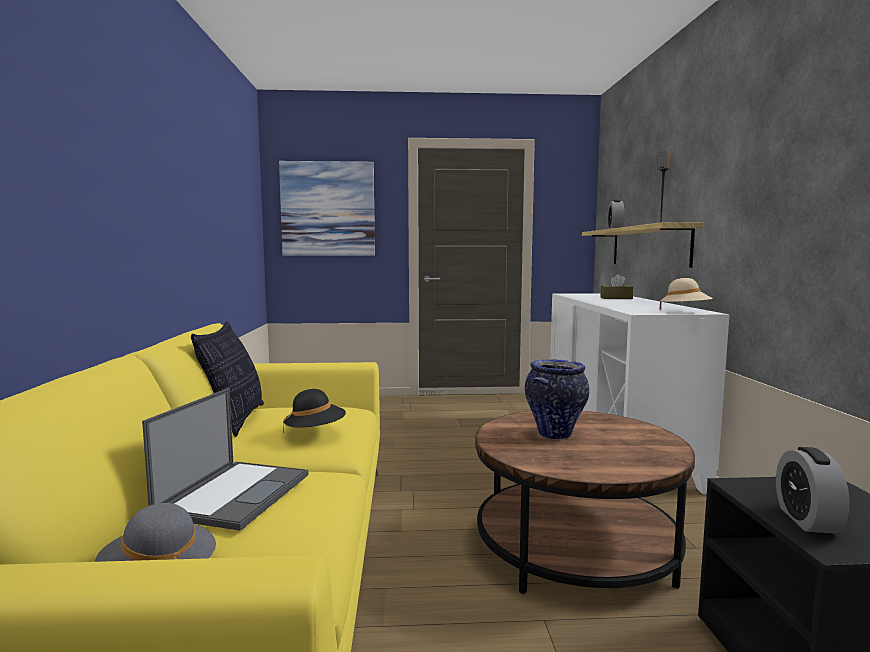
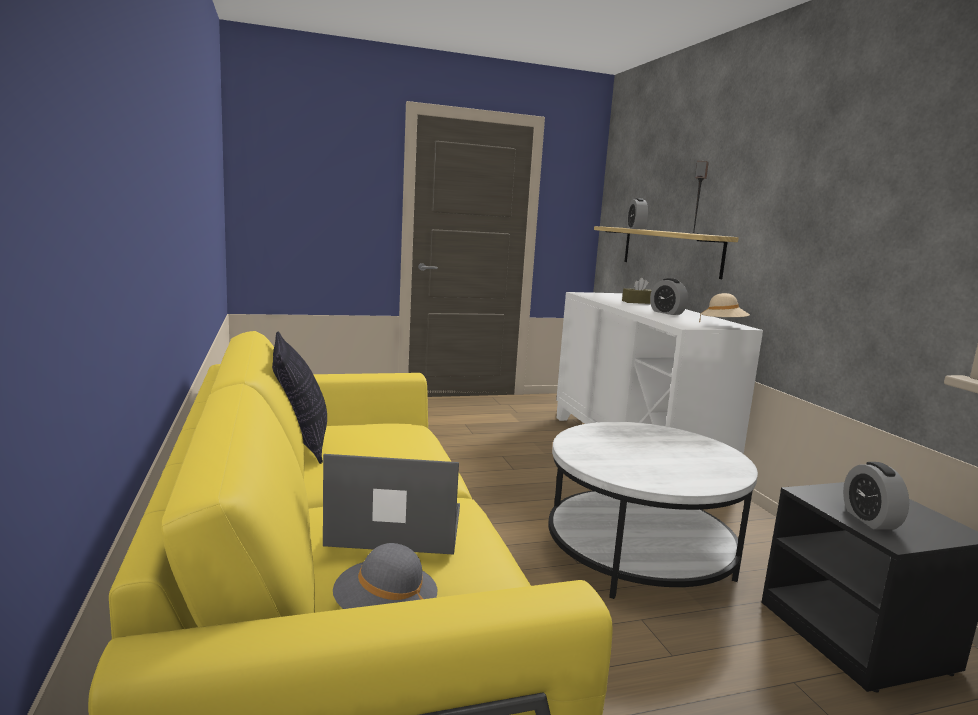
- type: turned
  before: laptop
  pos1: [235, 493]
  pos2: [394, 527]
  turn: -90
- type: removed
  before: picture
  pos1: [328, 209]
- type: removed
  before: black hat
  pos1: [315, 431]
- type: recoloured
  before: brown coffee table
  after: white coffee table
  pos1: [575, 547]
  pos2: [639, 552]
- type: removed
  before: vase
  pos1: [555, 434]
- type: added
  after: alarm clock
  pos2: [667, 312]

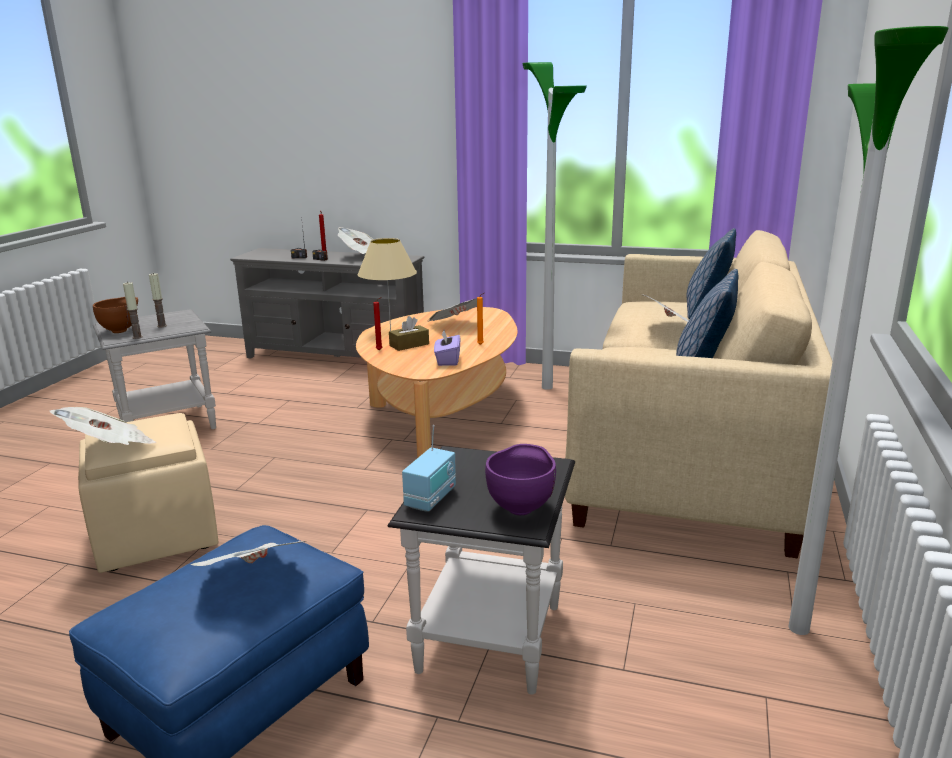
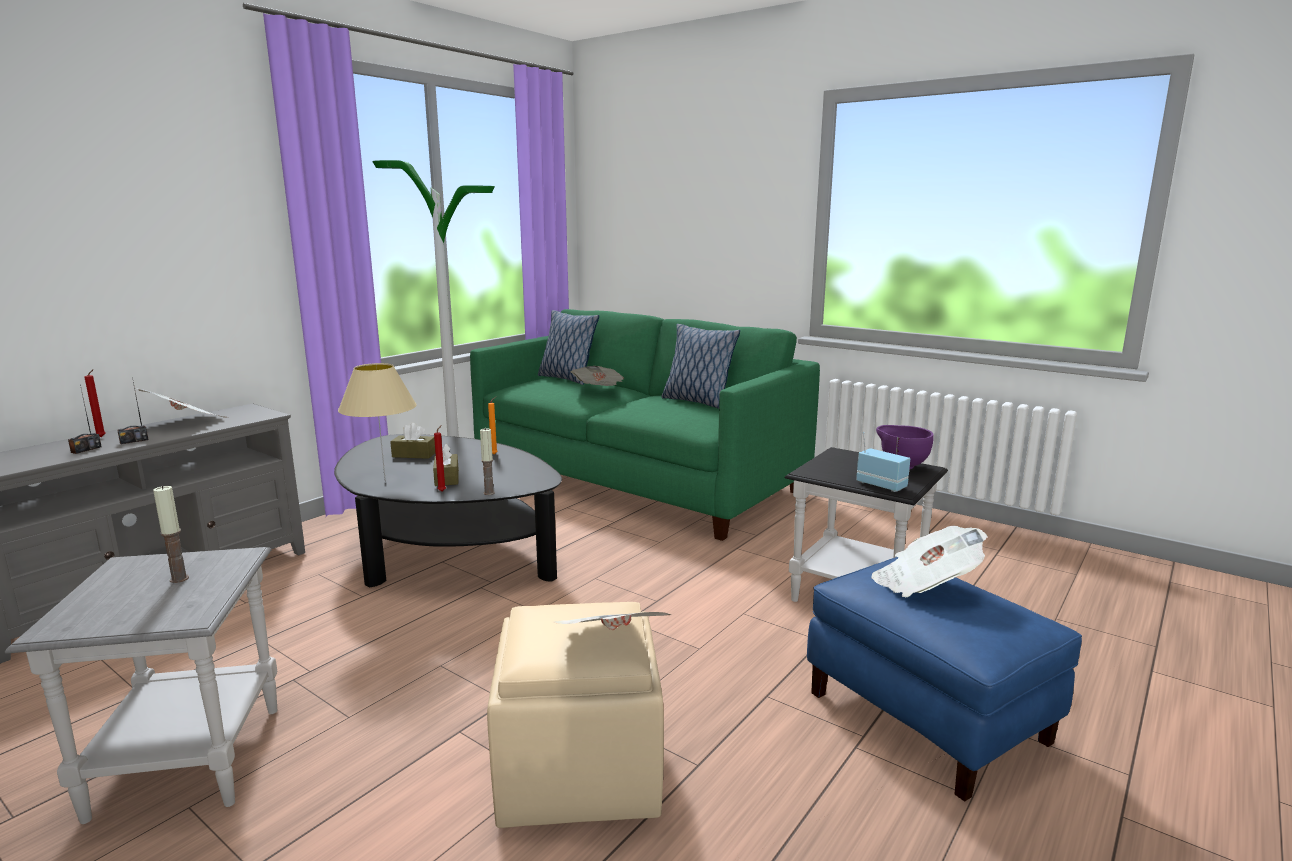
- type: removed
  before: brown bowl
  pos1: [121, 330]
- type: moved
  before: candle
  pos1: [137, 337]
  pos2: [489, 493]
- type: recoloured
  before: beige coffee table
  after: black coffee table
  pos1: [442, 412]
  pos2: [447, 552]
- type: replaced
  before: newspaper
  after: brown tissue box
  pos1: [455, 325]
  pos2: [414, 454]
- type: removed
  before: purple tissue box
  pos1: [447, 360]
- type: recoloured
  before: beige sofa
  after: green sofa
  pos1: [690, 448]
  pos2: [637, 481]
- type: removed
  before: floor lamp
  pos1: [799, 628]

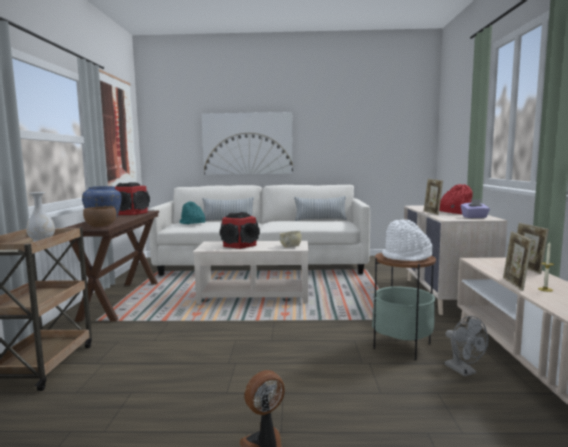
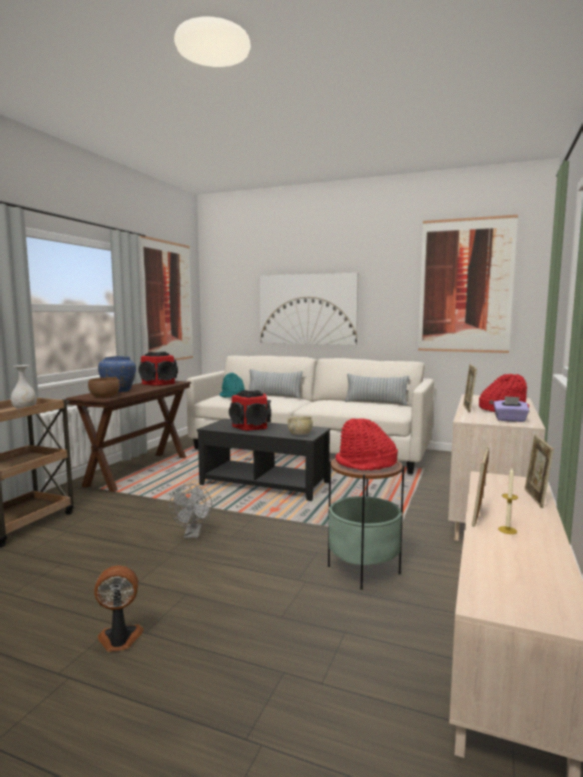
- type: recoloured
  before: beige coffee table
  after: black coffee table
  pos1: [254, 295]
  pos2: [264, 484]
- type: recoloured
  before: white hat
  after: red hat
  pos1: [407, 257]
  pos2: [365, 464]
- type: moved
  before: grey fan
  pos1: [464, 371]
  pos2: [192, 535]
- type: added
  after: picture
  pos2: [465, 286]

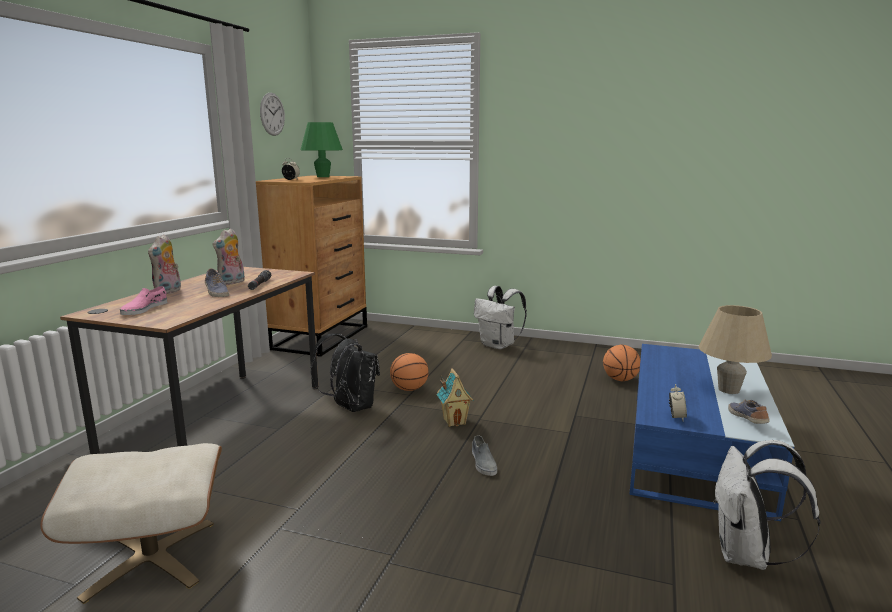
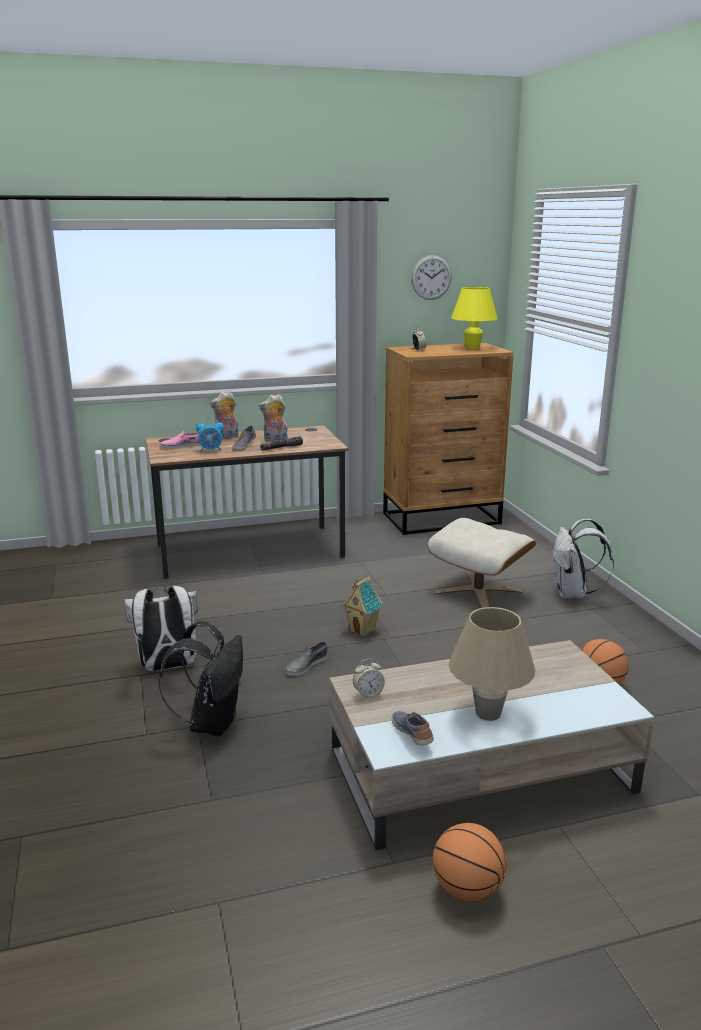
- type: moved
  before: beige ottoman
  pos1: [152, 558]
  pos2: [478, 592]
- type: recoloured
  before: green table lamp
  after: yellow table lamp
  pos1: [323, 177]
  pos2: [472, 348]
- type: moved
  before: black backpack
  pos1: [350, 407]
  pos2: [212, 723]
- type: moved
  before: basketball
  pos1: [409, 389]
  pos2: [467, 889]
- type: recoloured
  before: blue coffee table
  after: beige coffee table
  pos1: [695, 448]
  pos2: [480, 770]
- type: moved
  before: white backpack
  pos1: [747, 555]
  pos2: [167, 667]
- type: turned
  before: shoe
  pos1: [748, 419]
  pos2: [412, 734]
  turn: -75
- type: added
  after: alarm clock
  pos2: [211, 450]

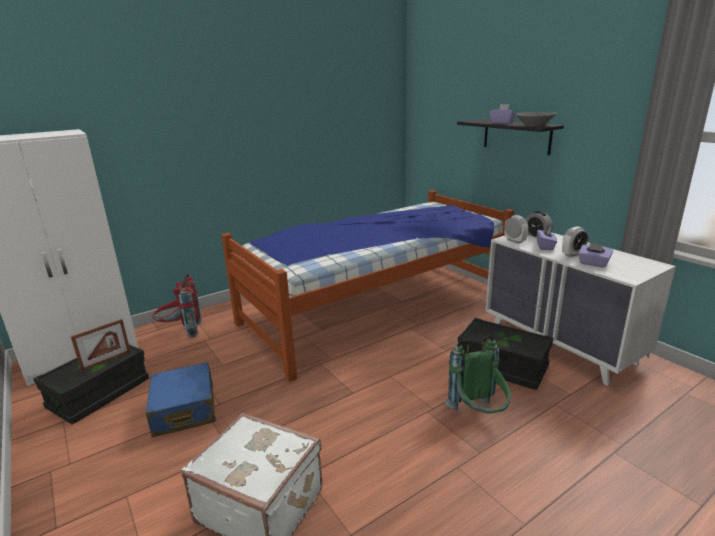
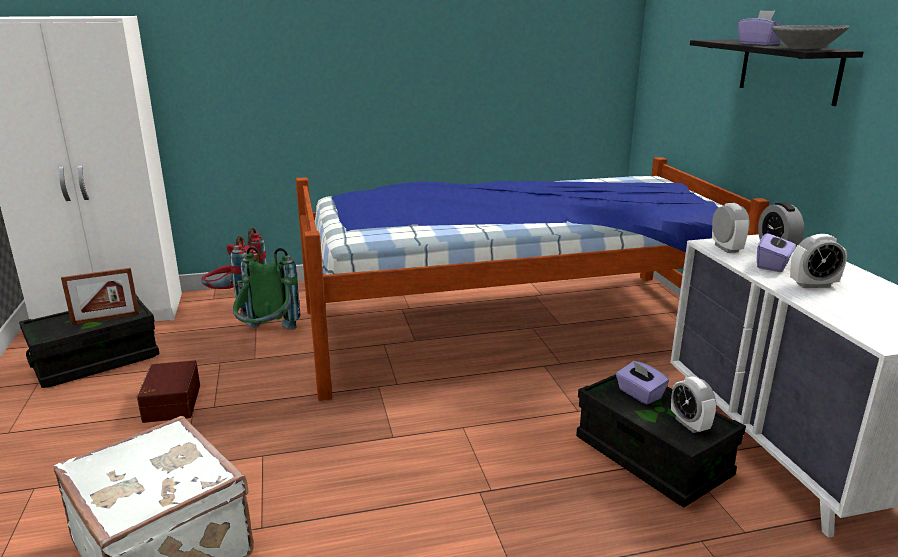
- type: replaced
  before: blue suitcase
  after: brown storage box
  pos1: [184, 409]
  pos2: [170, 403]
- type: moved
  before: green backpack
  pos1: [479, 415]
  pos2: [267, 336]
- type: moved
  before: purple tissue box
  pos1: [593, 263]
  pos2: [639, 394]
- type: added
  after: alarm clock
  pos2: [689, 424]

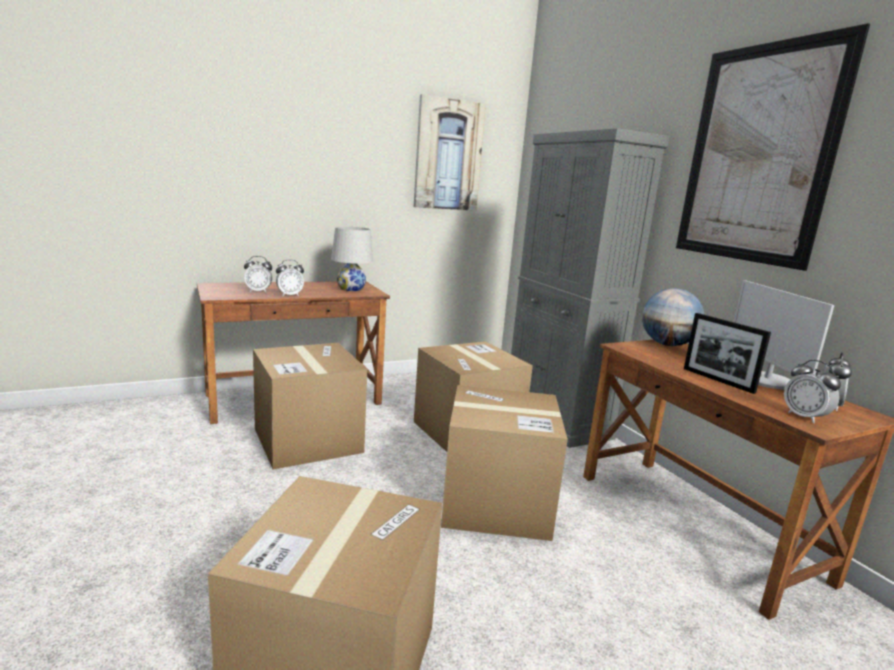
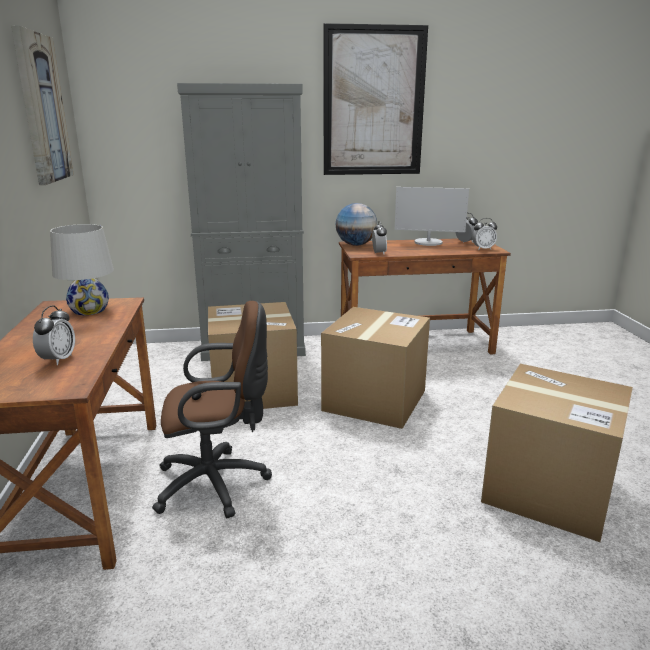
- type: replaced
  before: cardboard box
  after: brown office chair
  pos1: [308, 440]
  pos2: [218, 483]
- type: moved
  before: alarm clock
  pos1: [290, 295]
  pos2: [379, 253]
- type: removed
  before: picture frame
  pos1: [717, 380]

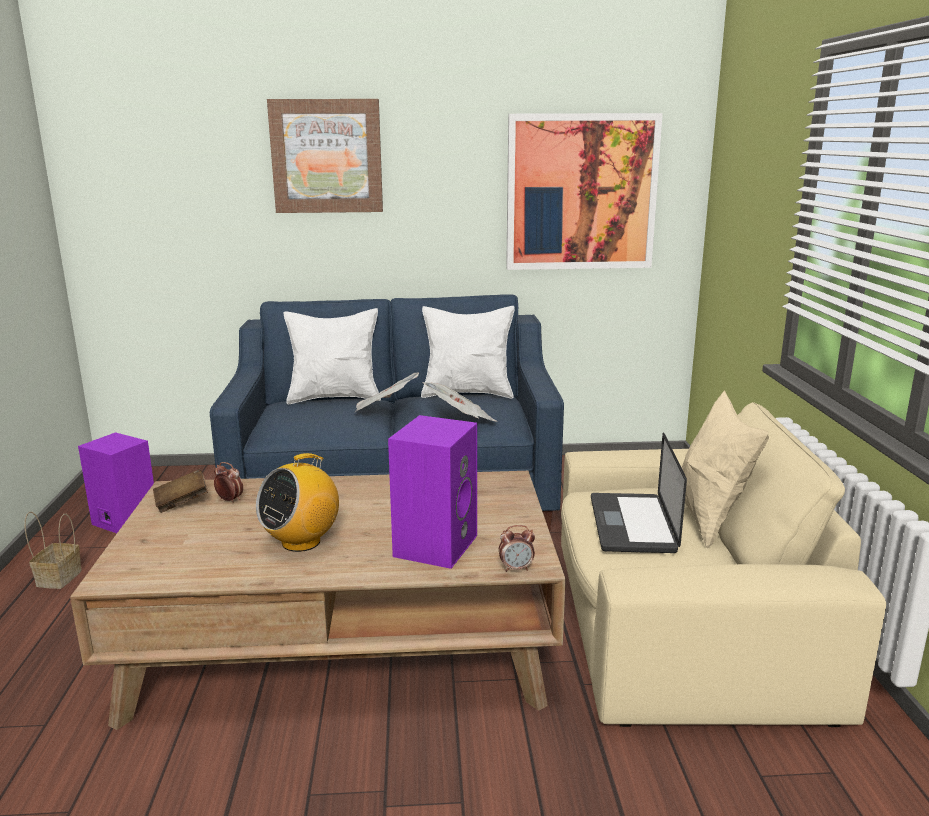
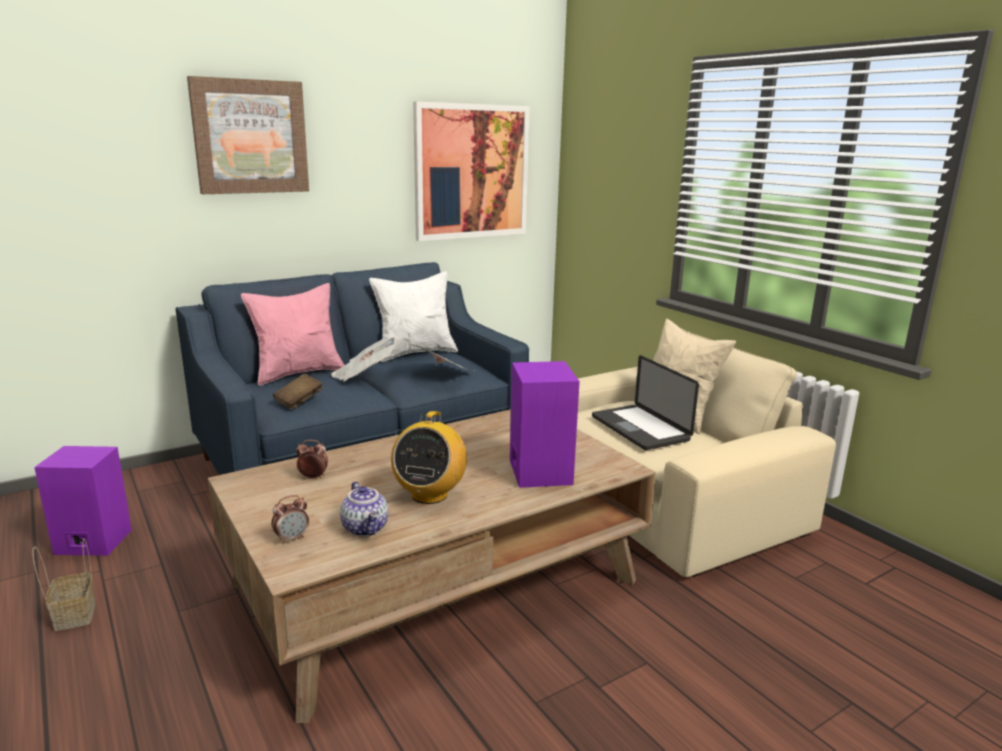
- type: moved
  before: brown book
  pos1: [182, 503]
  pos2: [299, 401]
- type: recoloured
  before: white pillow
  after: pink pillow
  pos1: [335, 398]
  pos2: [298, 373]
- type: moved
  before: alarm clock
  pos1: [516, 568]
  pos2: [292, 538]
- type: added
  after: teapot
  pos2: [366, 528]

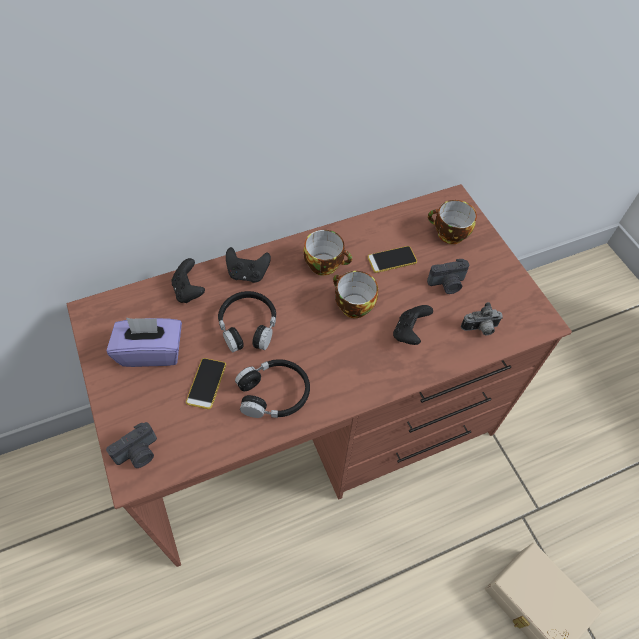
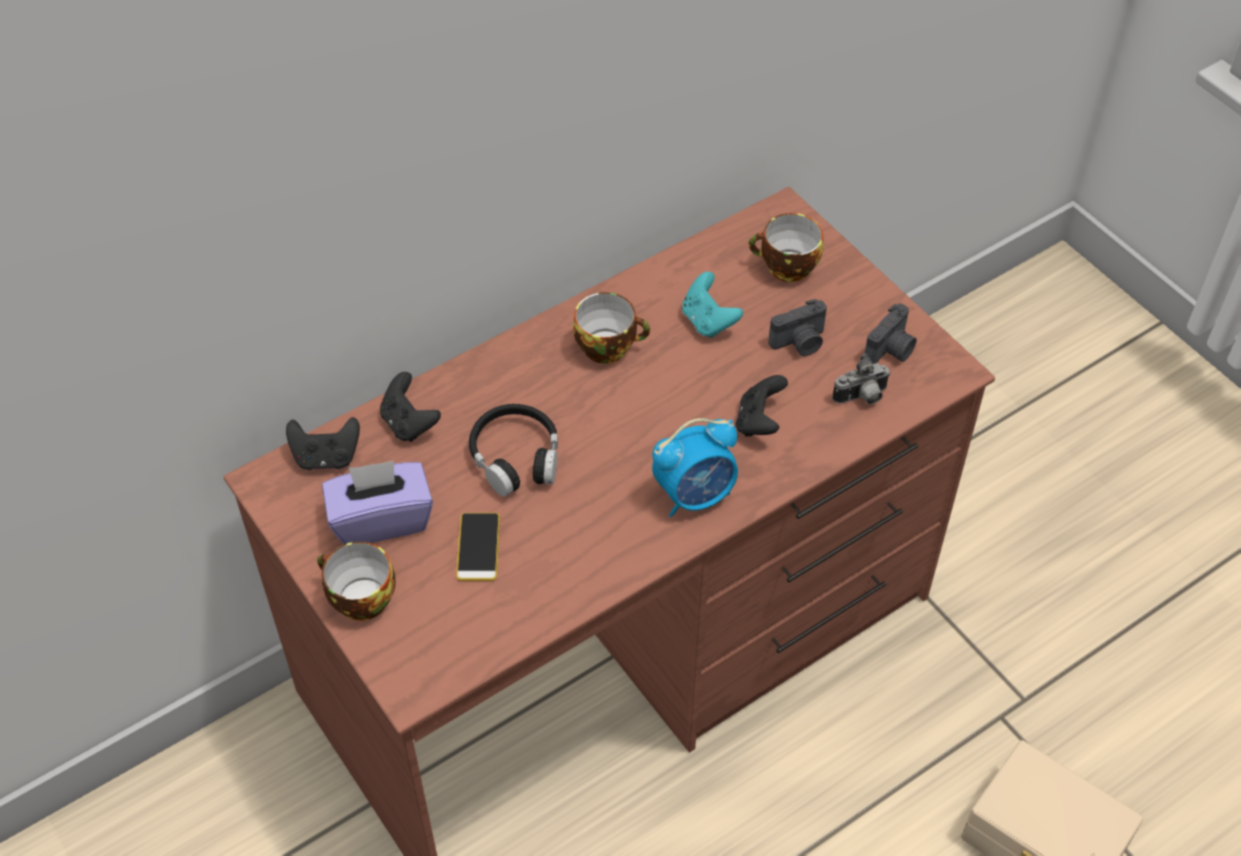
- type: moved
  before: photo camera
  pos1: [139, 454]
  pos2: [891, 350]
- type: moved
  before: black game controller
  pos1: [248, 274]
  pos2: [326, 457]
- type: removed
  before: black headphones
  pos1: [274, 394]
- type: moved
  before: cup
  pos1: [352, 305]
  pos2: [358, 600]
- type: replaced
  before: phone
  after: turquoise game controller
  pos1: [392, 259]
  pos2: [708, 321]
- type: added
  after: alarm clock
  pos2: [695, 495]

